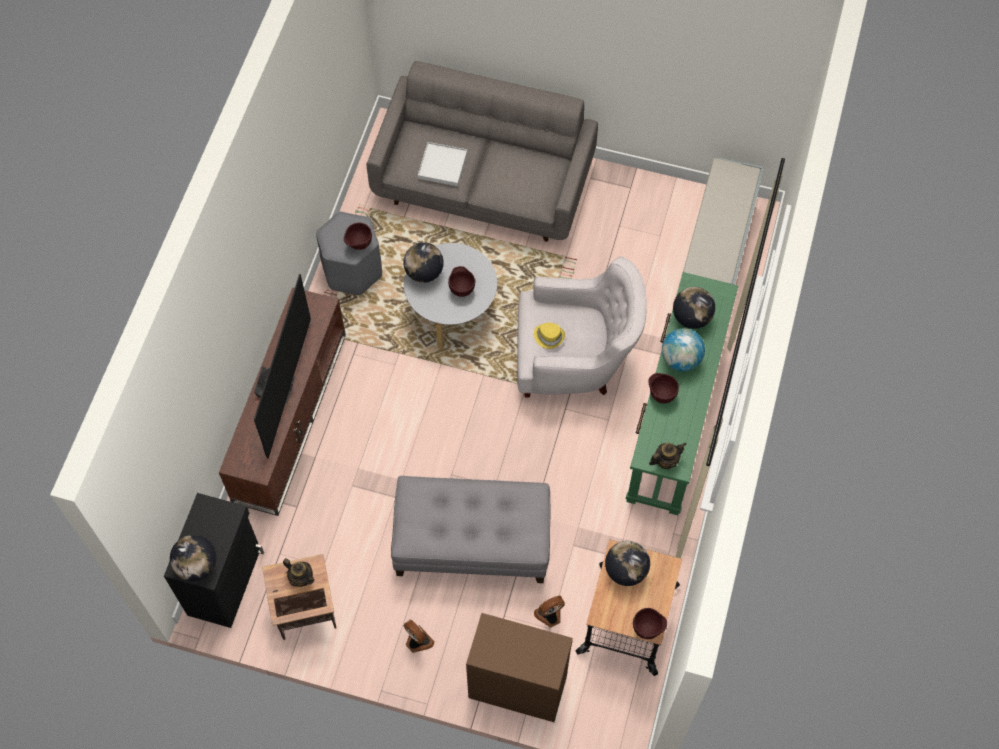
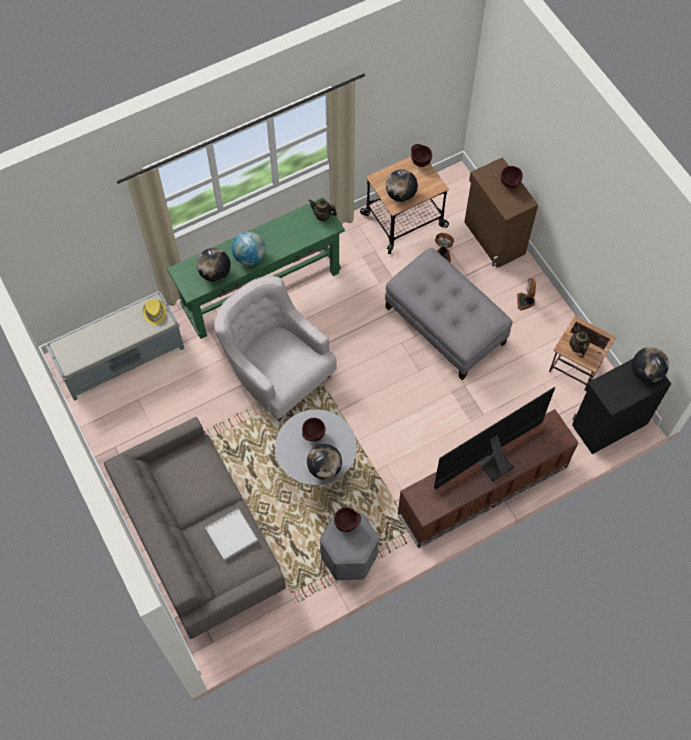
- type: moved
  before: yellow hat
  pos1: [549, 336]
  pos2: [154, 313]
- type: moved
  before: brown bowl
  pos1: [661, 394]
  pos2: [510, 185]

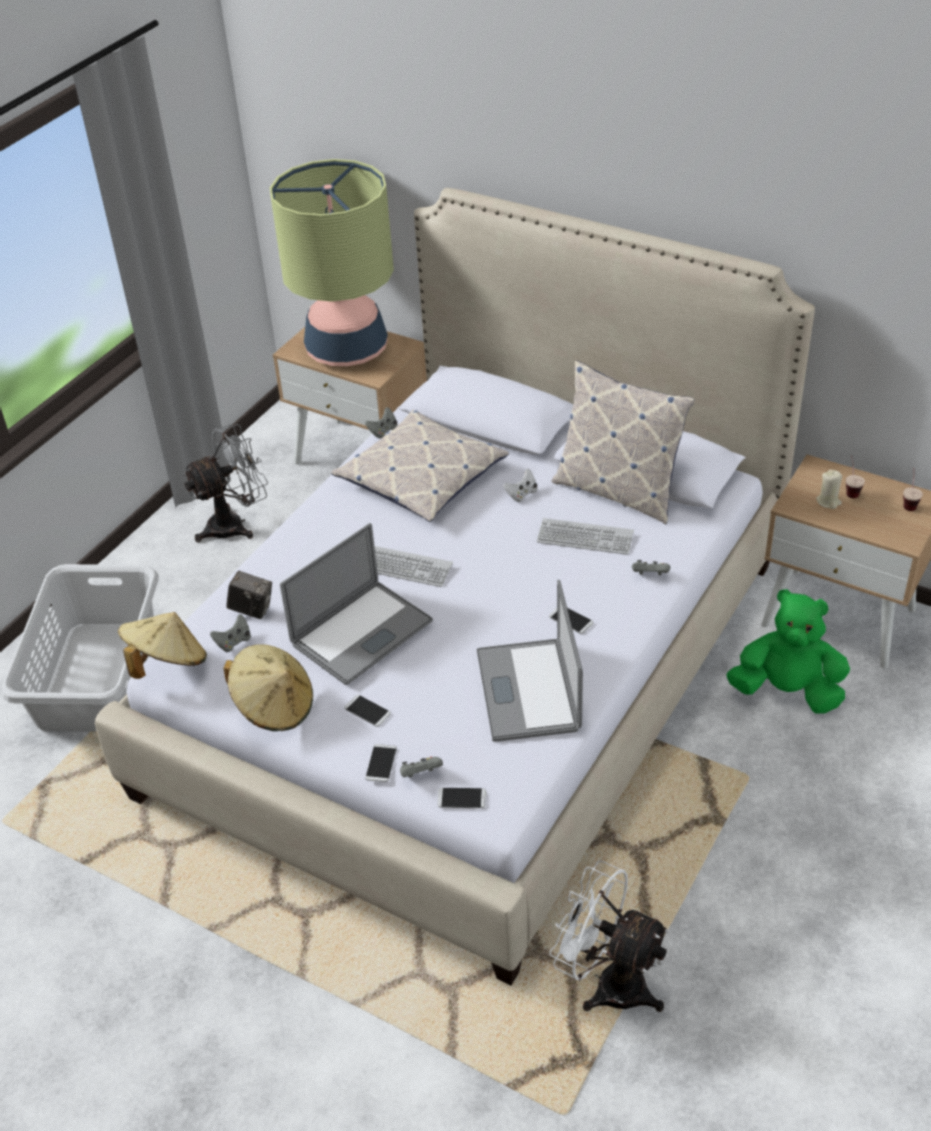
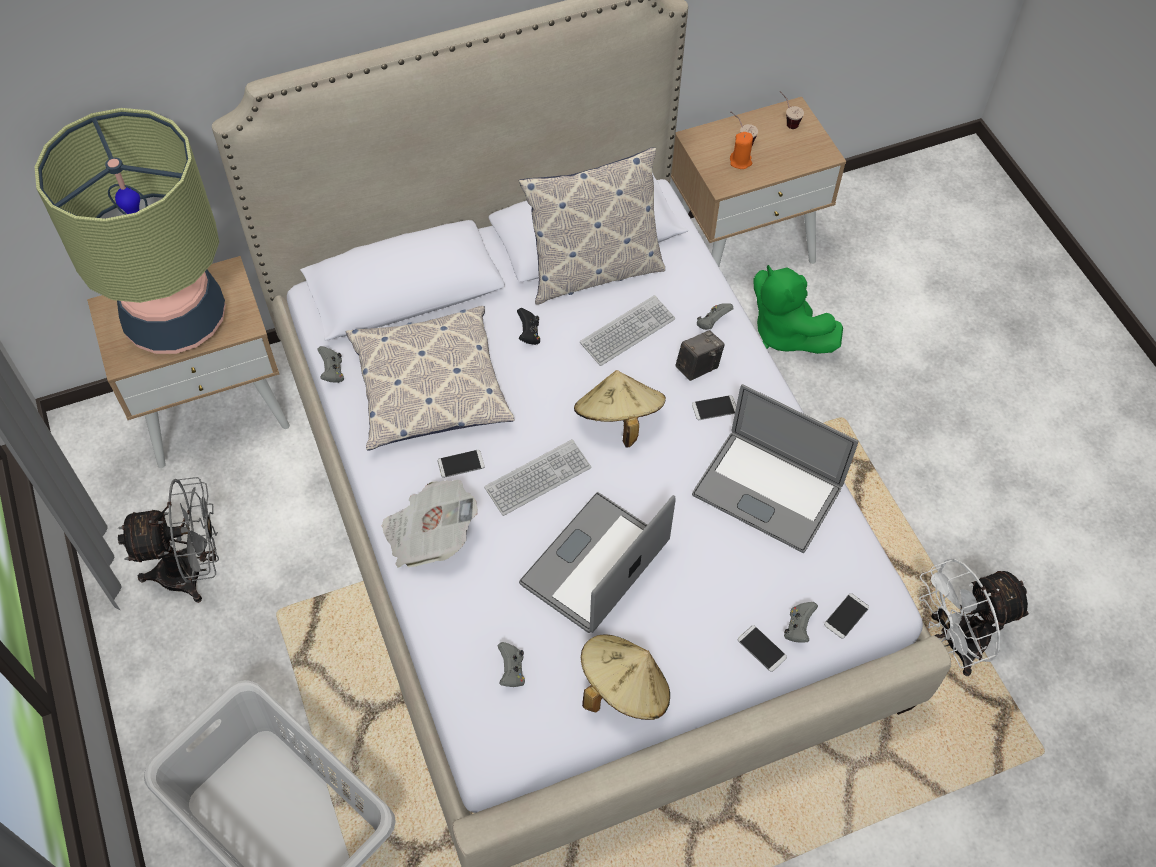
- type: moved
  before: beige hat
  pos1: [167, 663]
  pos2: [618, 420]
- type: turned
  before: grey fan
  pos1: [235, 524]
  pos2: [192, 572]
  turn: 75
- type: moved
  before: photo camera
  pos1: [252, 609]
  pos2: [697, 367]
- type: turned
  before: laptop
  pos1: [361, 632]
  pos2: [595, 563]
  turn: -135
- type: moved
  before: phone
  pos1: [367, 711]
  pos2: [461, 464]
- type: recoloured
  before: white game controller
  after: black game controller
  pos1: [521, 494]
  pos2: [529, 334]
- type: turned
  before: green plush toy
  pos1: [787, 691]
  pos2: [785, 333]
  turn: -90
- type: recoloured
  before: beige candle
  after: orange candle
  pos1: [828, 502]
  pos2: [740, 161]
- type: added
  after: newspaper
  pos2: [429, 535]

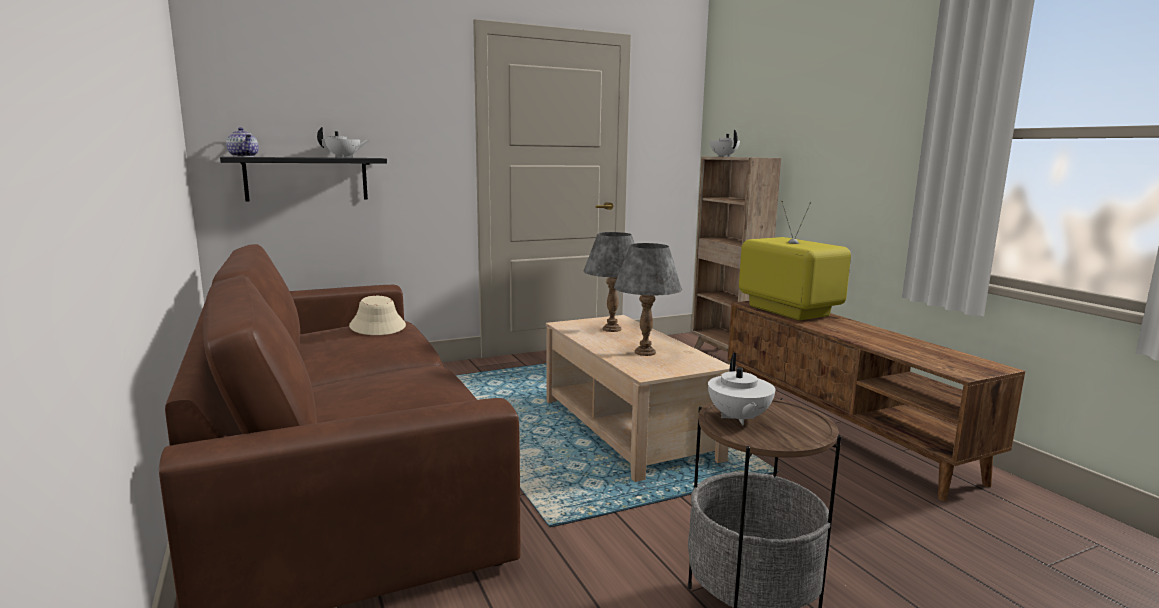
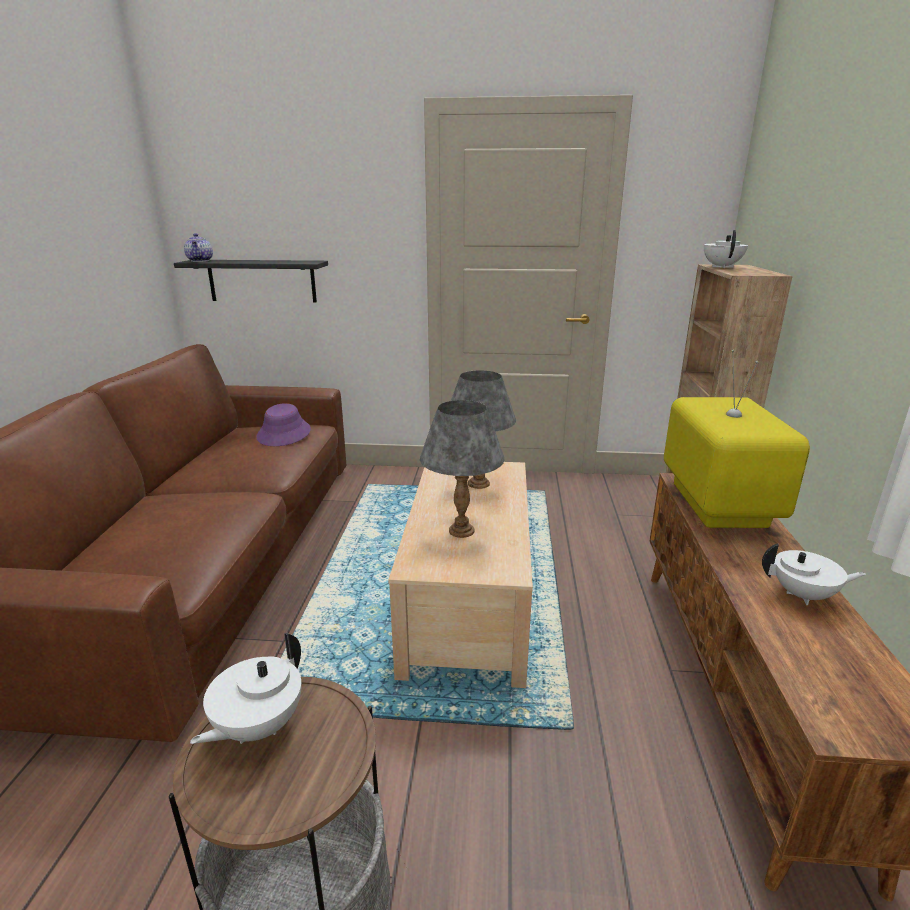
- type: moved
  before: white teapot
  pos1: [344, 157]
  pos2: [803, 595]
- type: recoloured
  before: beige hat
  after: purple hat
  pos1: [378, 326]
  pos2: [284, 434]

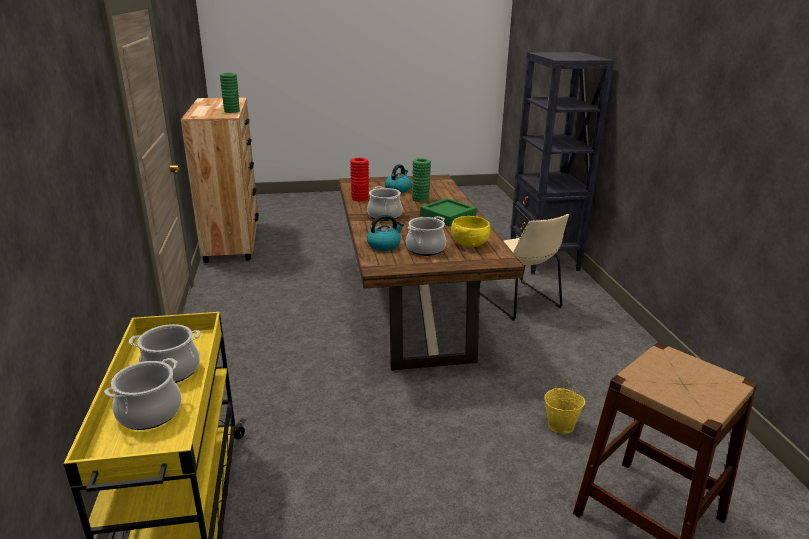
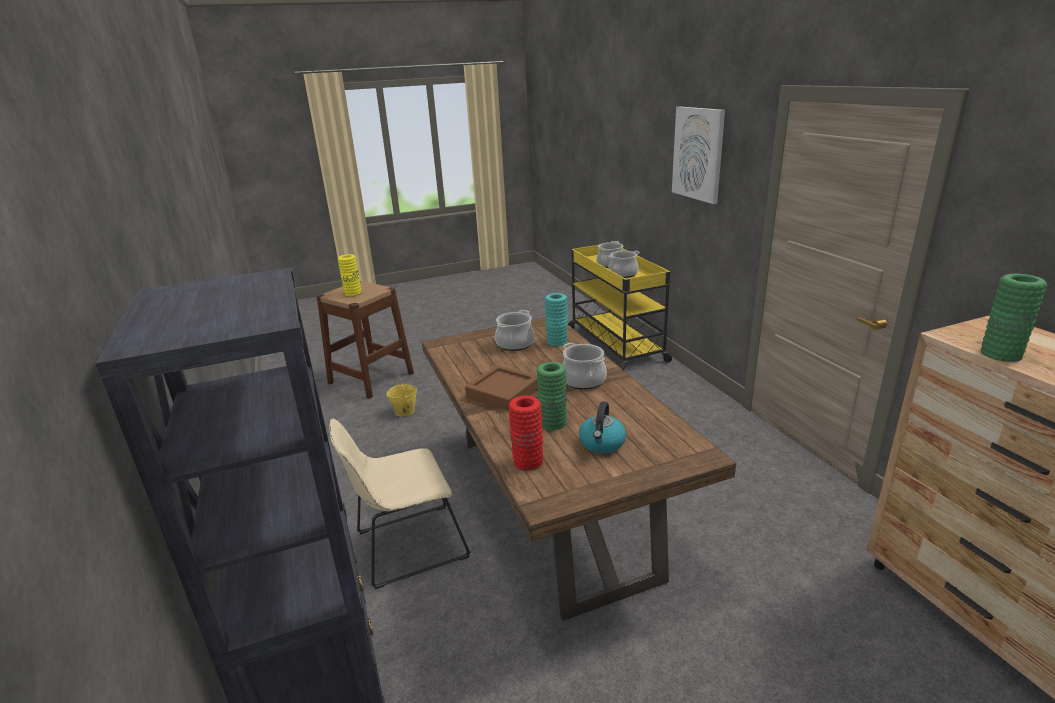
- type: moved
  before: red vase
  pos1: [360, 198]
  pos2: [528, 462]
- type: replaced
  before: kettle
  after: turquoise vase
  pos1: [384, 245]
  pos2: [557, 342]
- type: recoloured
  before: green tray
  after: brown tray
  pos1: [448, 216]
  pos2: [503, 392]
- type: removed
  before: yellow bowl
  pos1: [469, 244]
- type: turned
  before: beige chair
  pos1: [520, 302]
  pos2: [406, 546]
  turn: -75
- type: added
  after: yellow vase
  pos2: [353, 293]
- type: added
  after: picture
  pos2: [698, 154]

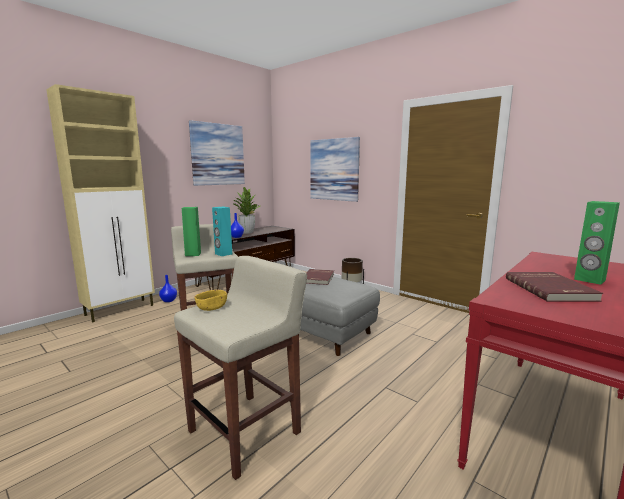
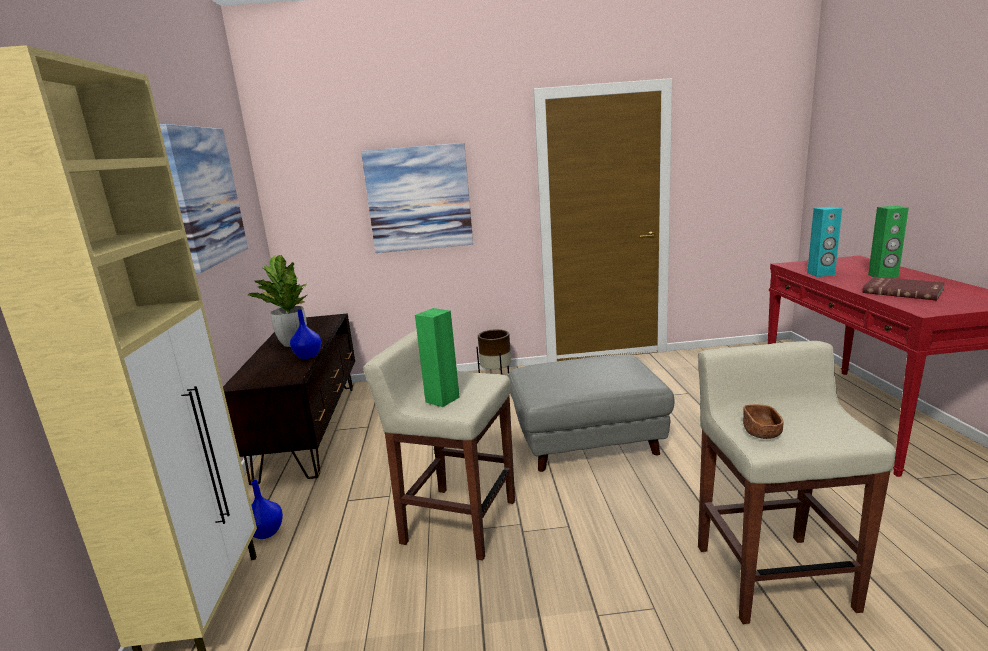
- type: recoloured
  before: yellow bowl
  after: brown bowl
  pos1: [212, 307]
  pos2: [761, 432]
- type: moved
  before: turquoise speaker
  pos1: [223, 254]
  pos2: [821, 274]
- type: removed
  before: red book
  pos1: [318, 278]

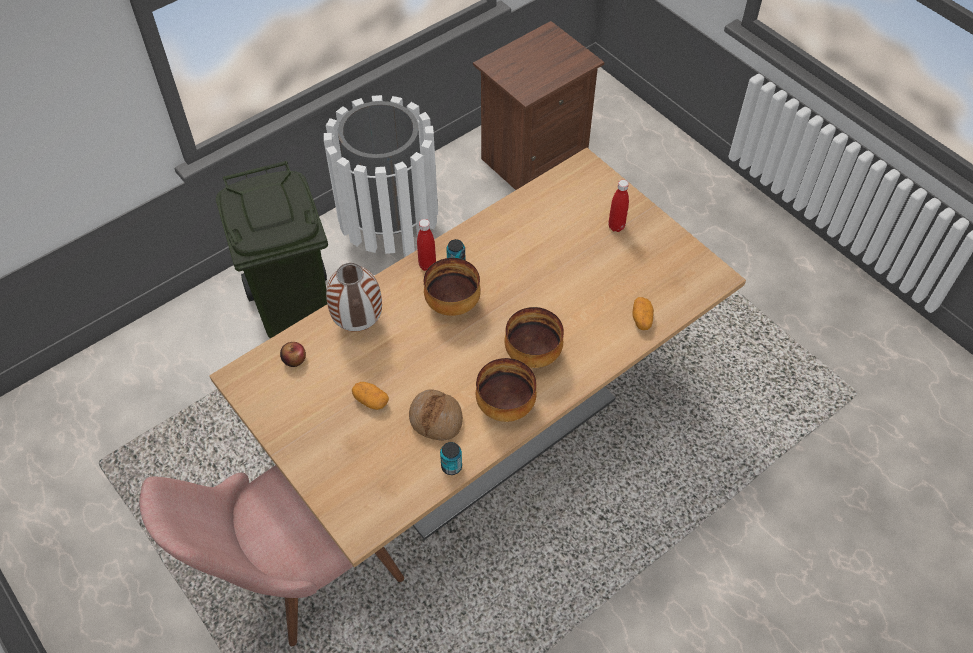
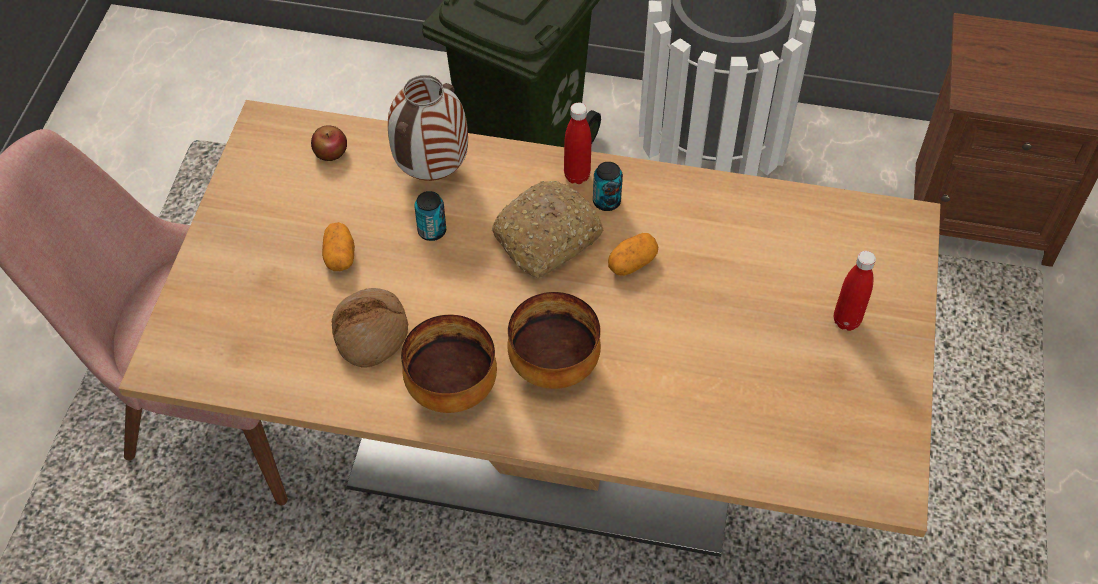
- type: replaced
  before: bowl
  after: bread
  pos1: [453, 304]
  pos2: [546, 238]
- type: moved
  before: can
  pos1: [451, 466]
  pos2: [432, 231]
- type: moved
  before: potato
  pos1: [641, 319]
  pos2: [631, 263]

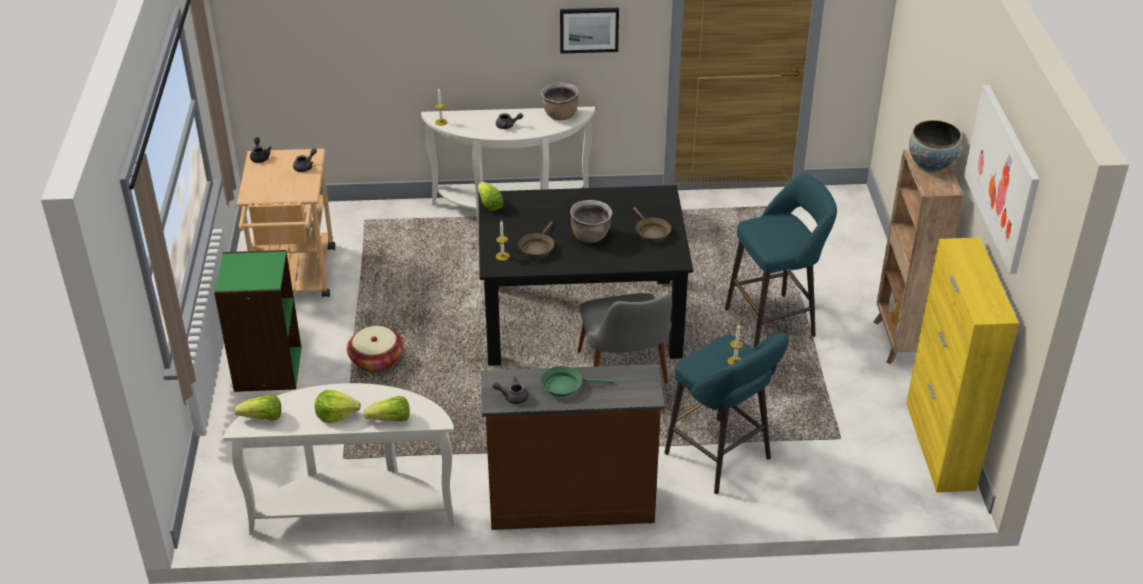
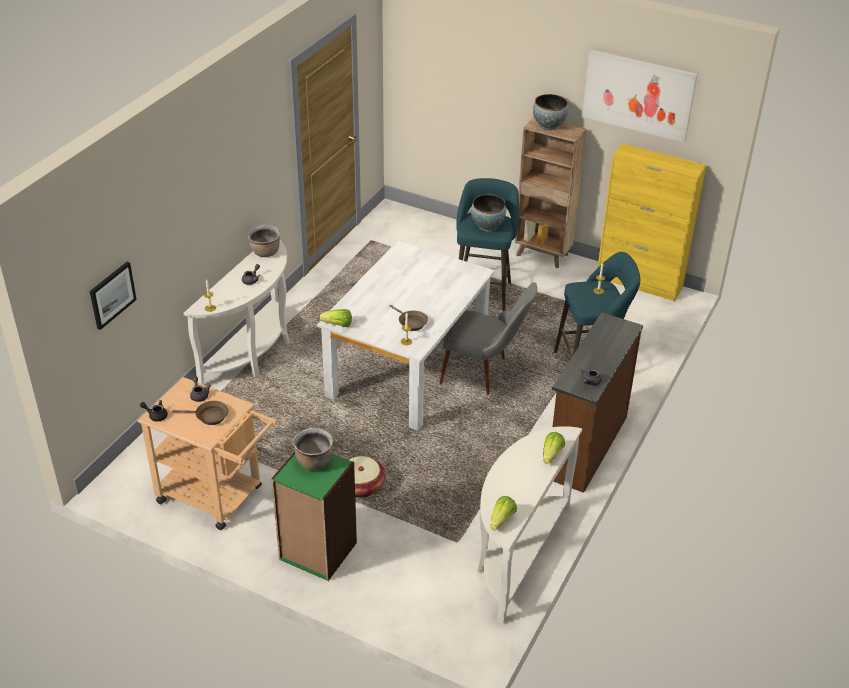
- type: removed
  before: lettuce
  pos1: [336, 414]
- type: recoloured
  before: black dining table
  after: white dining table
  pos1: [580, 320]
  pos2: [408, 370]
- type: removed
  before: green frying pan
  pos1: [565, 386]
- type: moved
  before: picture
  pos1: [589, 29]
  pos2: [112, 295]
- type: moved
  before: brown cooking pot
  pos1: [590, 236]
  pos2: [314, 462]
- type: moved
  before: brown frying pan
  pos1: [651, 232]
  pos2: [209, 416]
- type: added
  after: bowl
  pos2: [487, 226]

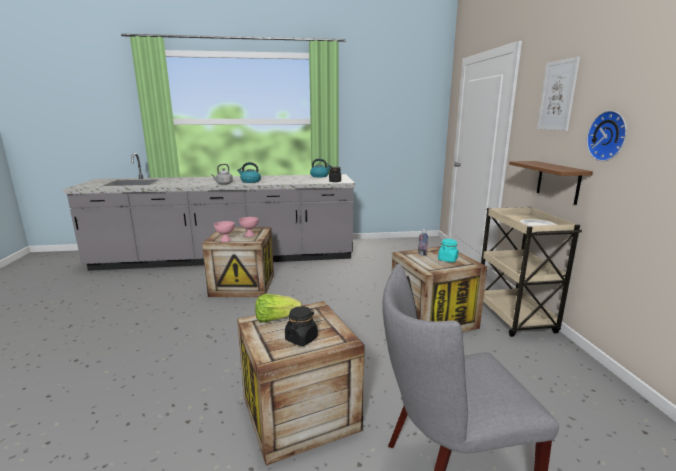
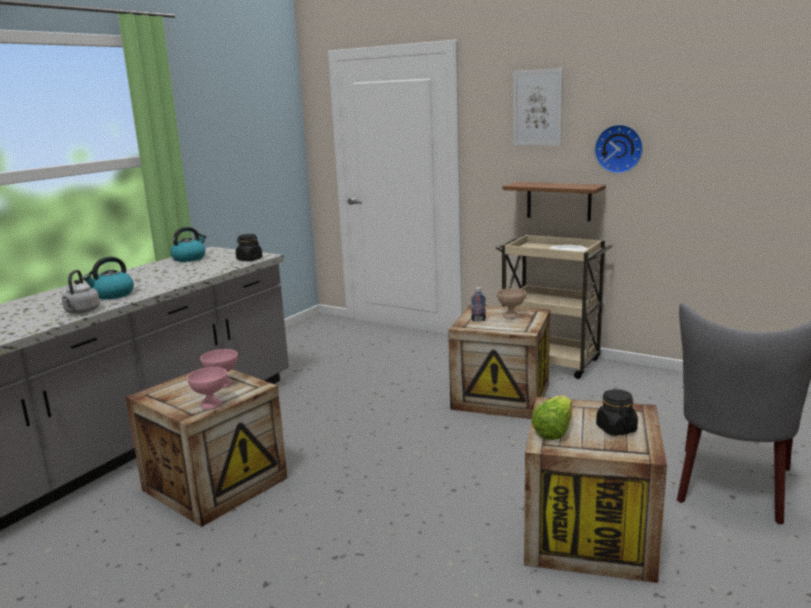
- type: replaced
  before: turquoise jar
  after: beige bowl
  pos1: [447, 259]
  pos2: [510, 316]

